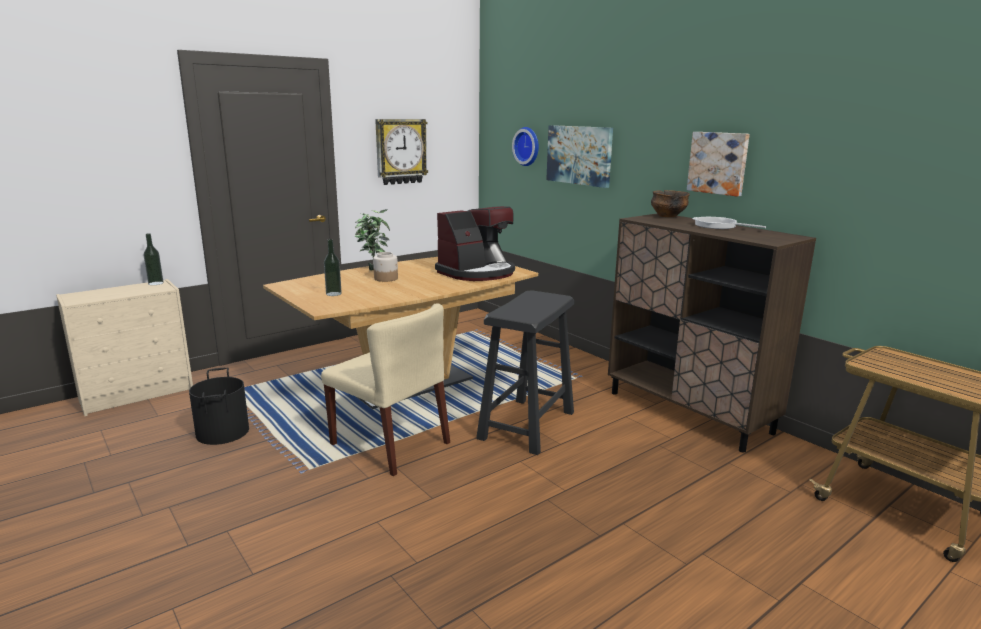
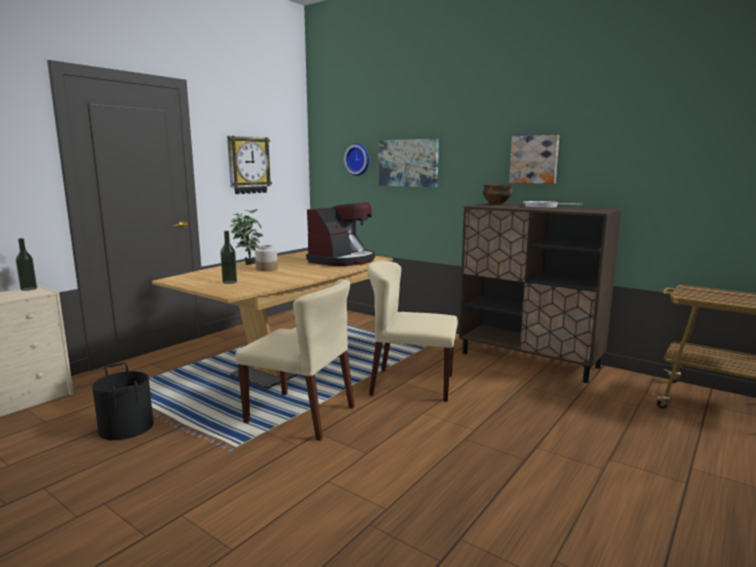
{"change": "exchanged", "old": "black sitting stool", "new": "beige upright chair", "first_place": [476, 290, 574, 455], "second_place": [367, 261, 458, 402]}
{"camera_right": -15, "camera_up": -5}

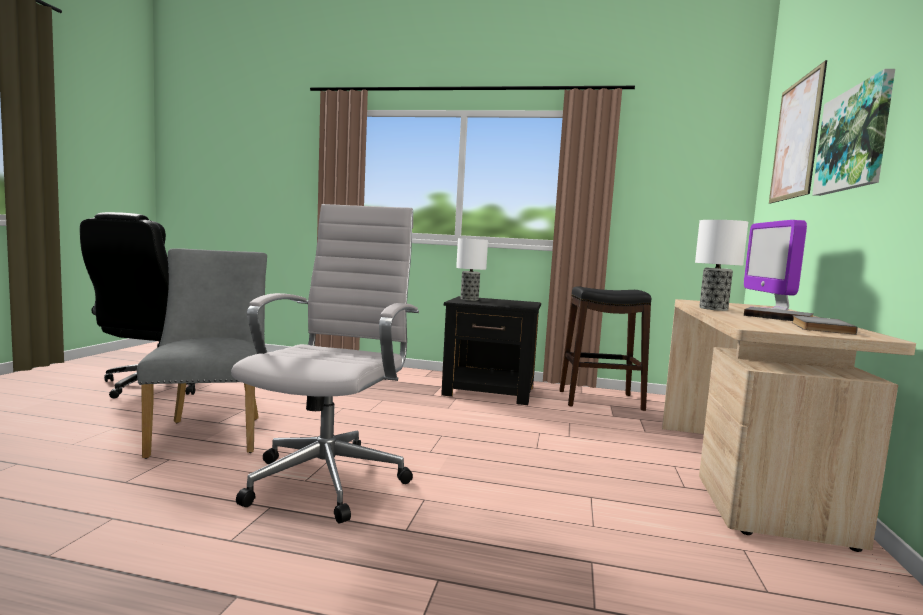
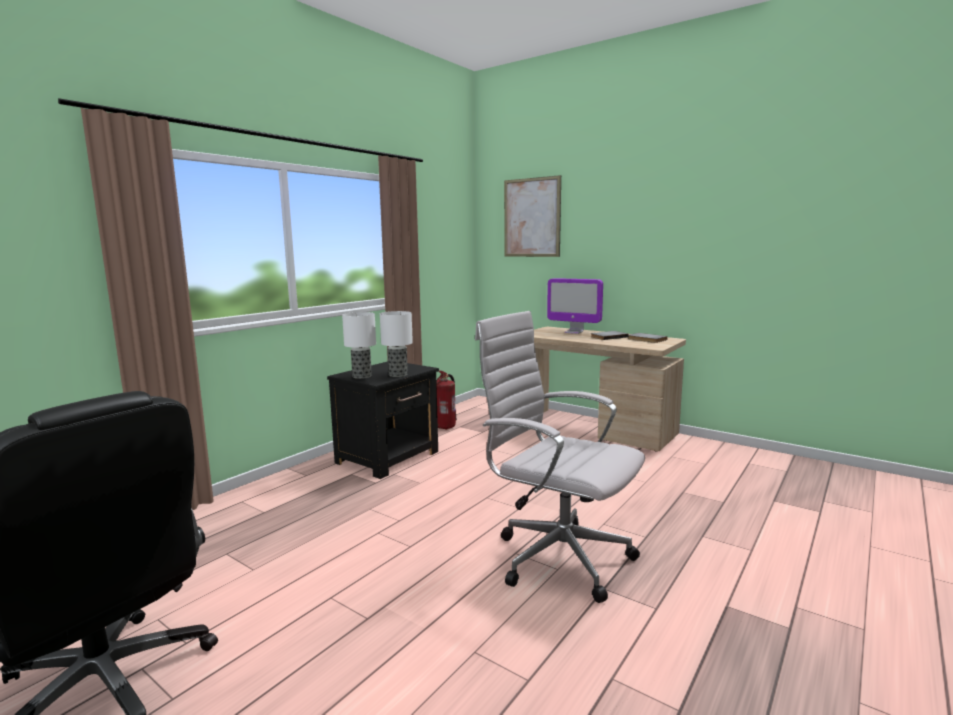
{"change": "relocated", "old": "tabletop lamp", "first_place": [695, 220, 748, 311], "second_place": [380, 311, 413, 377]}
{"change": "exchanged", "old": "black sitting stool", "new": "fire-fighting cylinder", "first_place": [559, 286, 651, 411], "second_place": [436, 371, 457, 430]}
{"change": "missing", "old": "greyish upright chair", "first_place": [137, 248, 267, 459]}
{"change": "missing", "old": "wall picture", "first_place": [812, 69, 895, 196]}
{"camera_right": -65, "camera_up": 5}

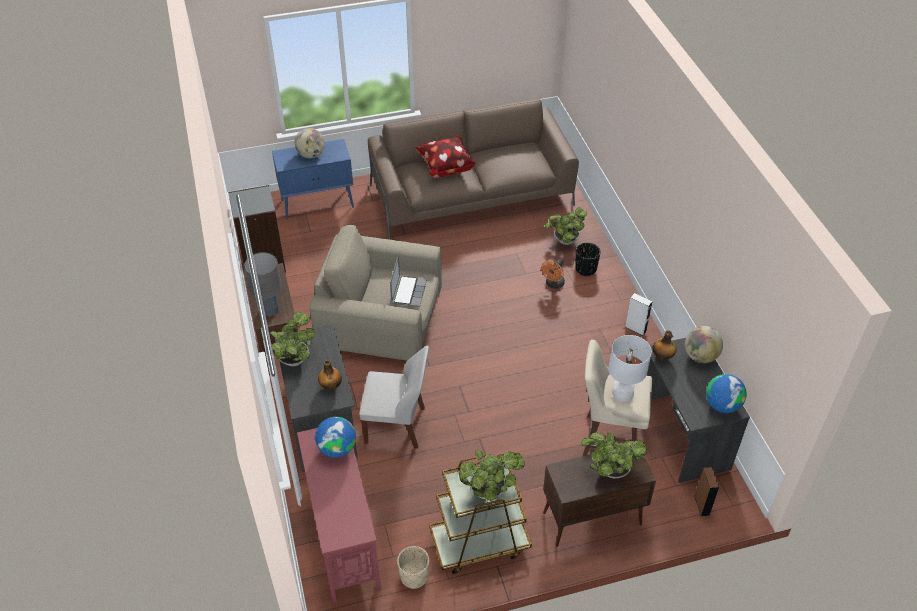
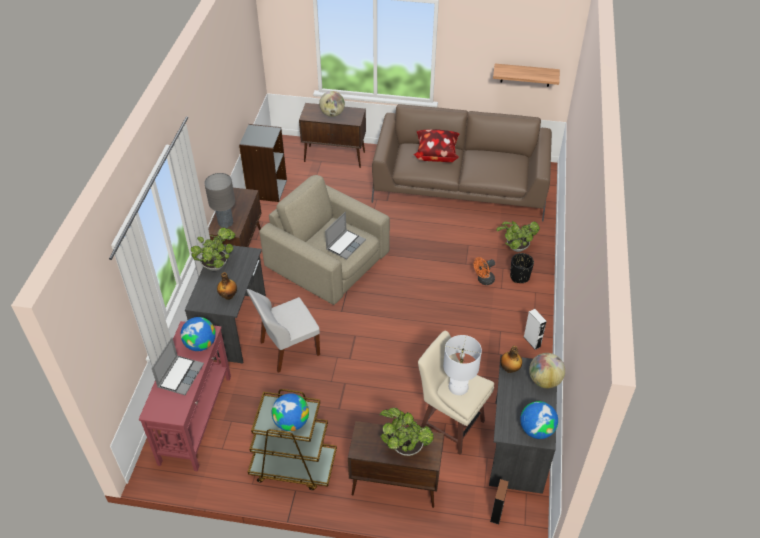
{"change": "appeared", "new": "portable computer", "second_place": [151, 337, 204, 395]}
{"change": "spun", "old": "white-coloured upright chair", "first_place": [359, 346, 429, 449], "second_place": [247, 289, 320, 373], "degrees": 120}
{"change": "exchanged", "old": "houseplant", "new": "globe", "first_place": [459, 450, 525, 501], "second_place": [272, 393, 309, 431]}
{"change": "colour", "old": "blue-coloured cupboard", "new": "brown cupboard", "first_place": [272, 139, 354, 220], "second_place": [299, 103, 366, 168]}
{"change": "appeared", "new": "bracket shelf", "second_place": [493, 64, 560, 87]}
{"change": "missing", "old": "beige flower pot", "first_place": [397, 546, 429, 589]}
{"camera_right": 25, "camera_up": 0}

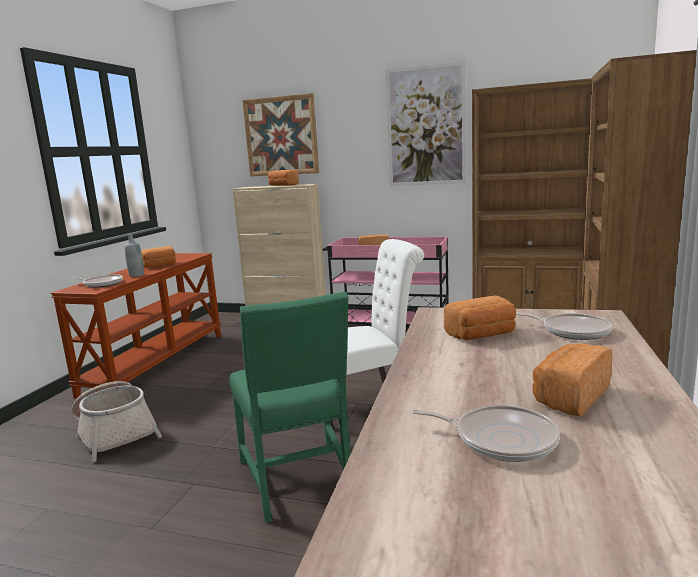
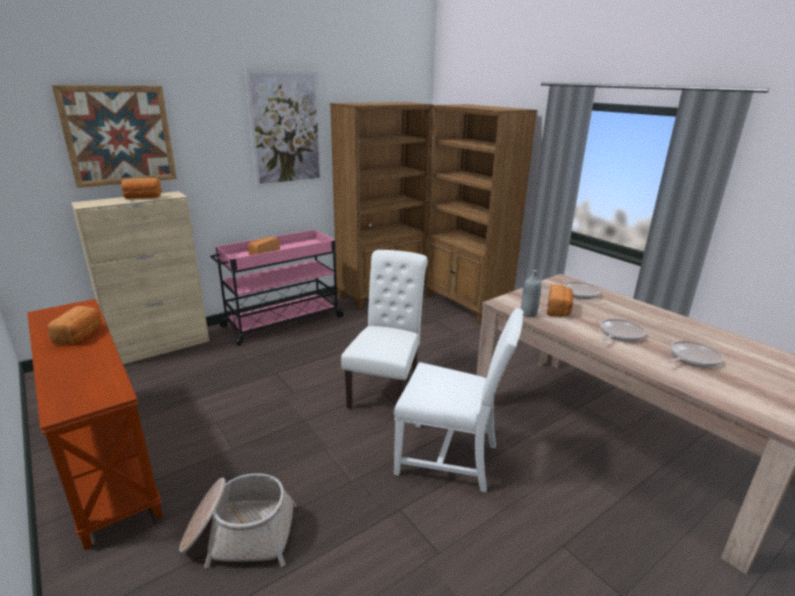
{"change": "colour", "old": "green-coloured upright chair", "new": "white-coloured upright chair", "first_place": [229, 292, 351, 523], "second_place": [394, 308, 524, 492]}
{"change": "relocated", "old": "greyish beverage bottle", "first_place": [125, 234, 144, 277], "second_place": [521, 270, 541, 317]}
{"change": "relocated", "old": "frying pan", "first_place": [70, 275, 123, 288], "second_place": [600, 319, 646, 342]}
{"change": "missing", "old": "bread", "first_place": [533, 343, 612, 416]}
{"camera_right": -55, "camera_up": 10}

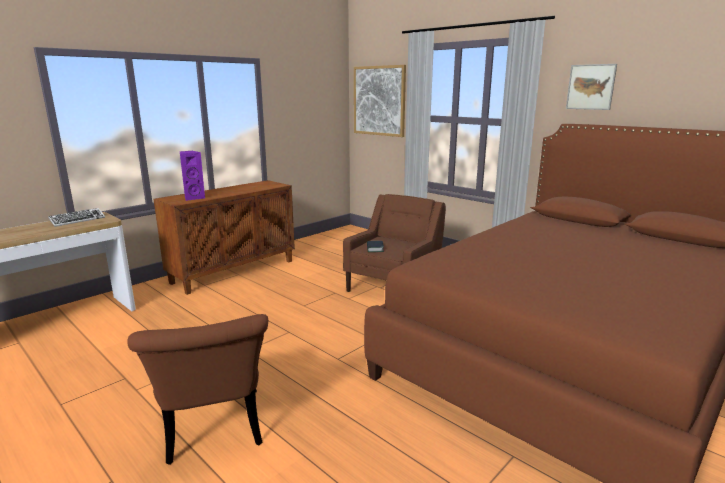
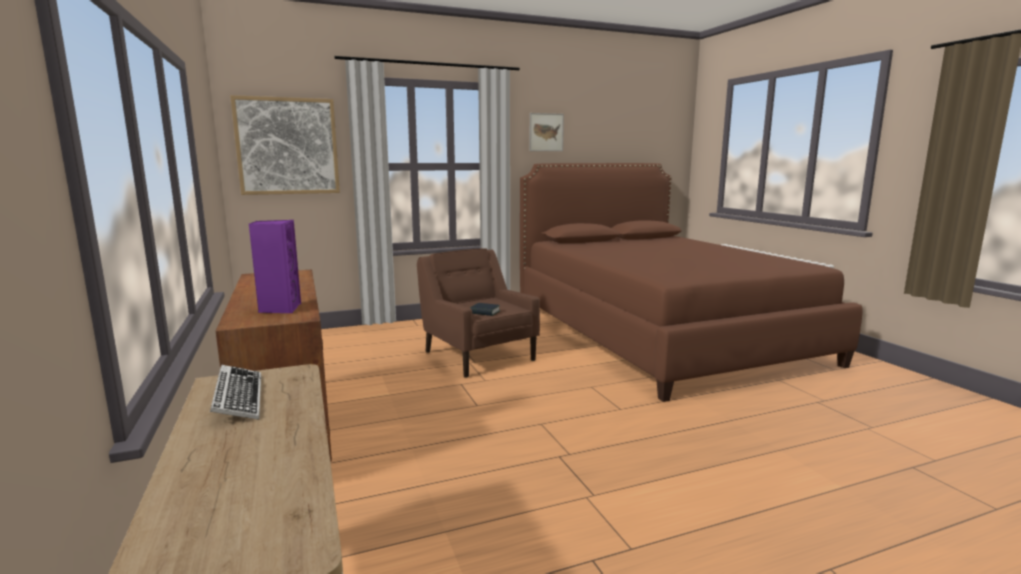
{"change": "missing", "old": "brown upright chair", "first_place": [127, 314, 268, 465]}
{"camera_right": -65, "camera_up": -5}

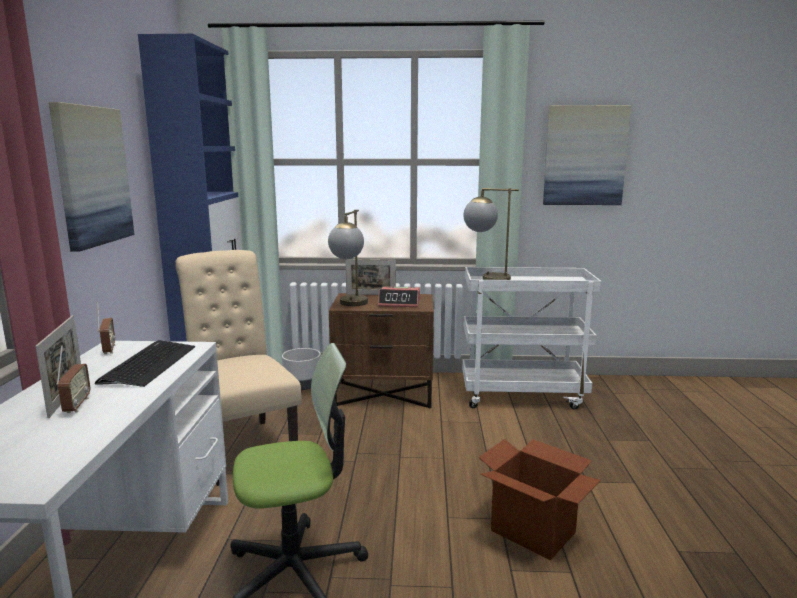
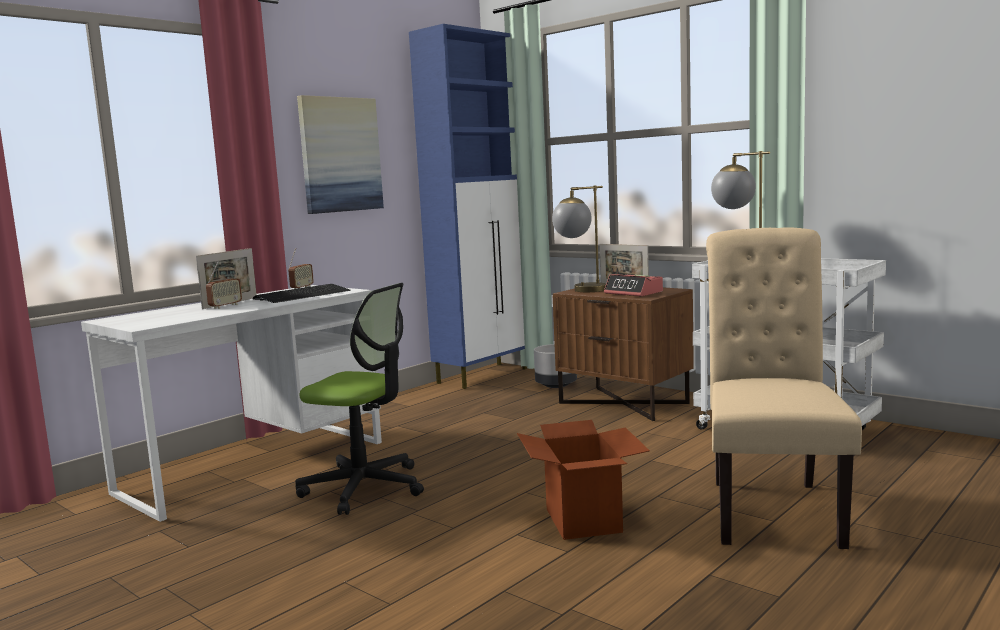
{"change": "relocated", "old": "beige upright chair", "first_place": [175, 250, 301, 486], "second_place": [706, 227, 862, 549]}
{"change": "missing", "old": "wall picture", "first_place": [543, 105, 631, 205]}
{"camera_right": 40, "camera_up": -5}

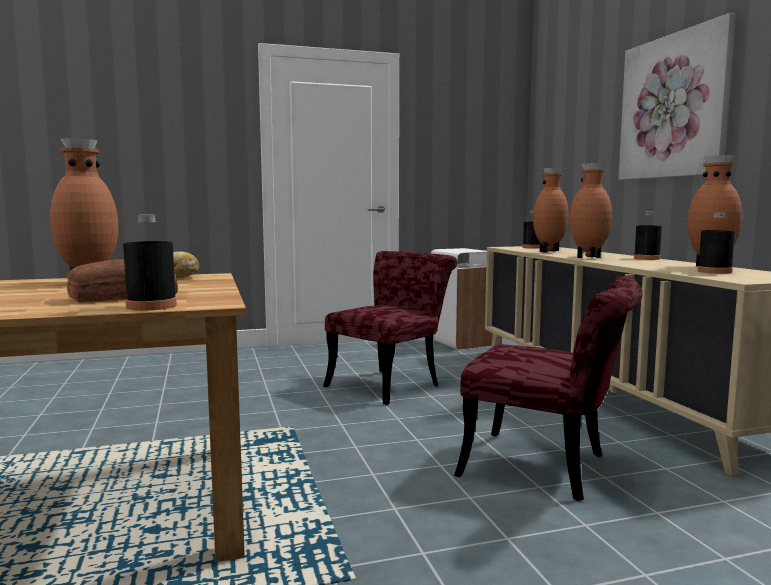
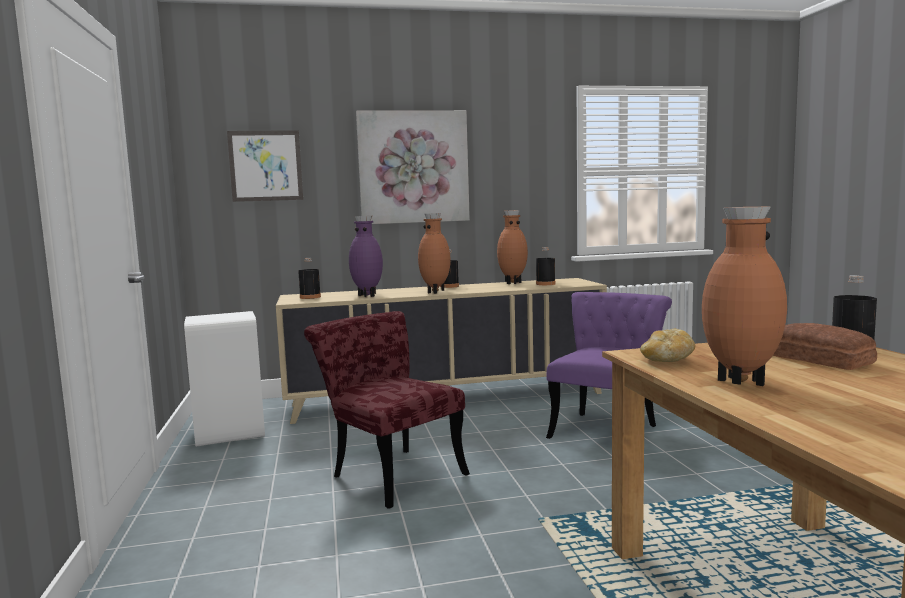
{"change": "appeared", "new": "wall picture", "second_place": [227, 130, 303, 202]}
{"change": "colour", "old": "brown decorative vase", "new": "purplish decorative vase", "first_place": [533, 168, 569, 253], "second_place": [349, 216, 383, 297]}
{"change": "colour", "old": "red-coloured upright chair", "new": "purplish upright chair", "first_place": [454, 276, 643, 501], "second_place": [546, 292, 672, 439]}
{"camera_right": -85, "camera_up": 0}

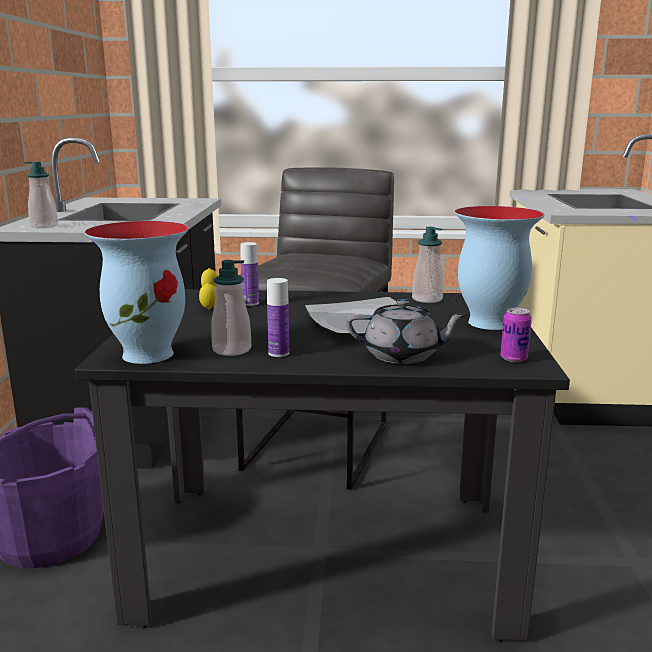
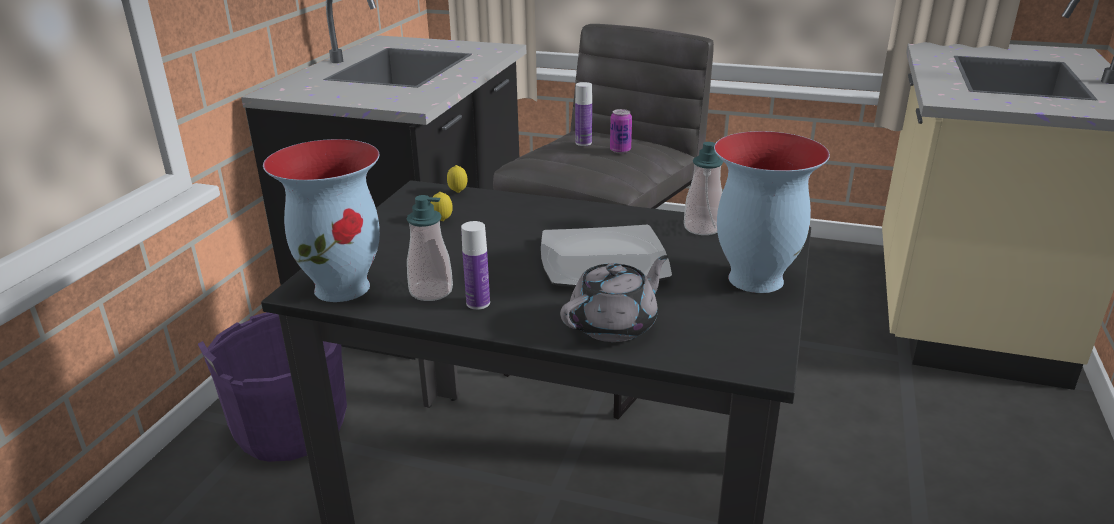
{"change": "spun", "old": "greyish teapot", "first_place": [346, 299, 468, 364], "second_place": [560, 255, 668, 342], "degrees": -60}
{"change": "relocated", "old": "beverage bottle", "first_place": [240, 242, 259, 306], "second_place": [575, 82, 592, 146]}
{"change": "relocated", "old": "can", "first_place": [501, 307, 532, 362], "second_place": [610, 109, 632, 153]}
{"change": "missing", "old": "soap dispenser", "first_place": [24, 162, 58, 228]}
{"camera_right": 15, "camera_up": 10}

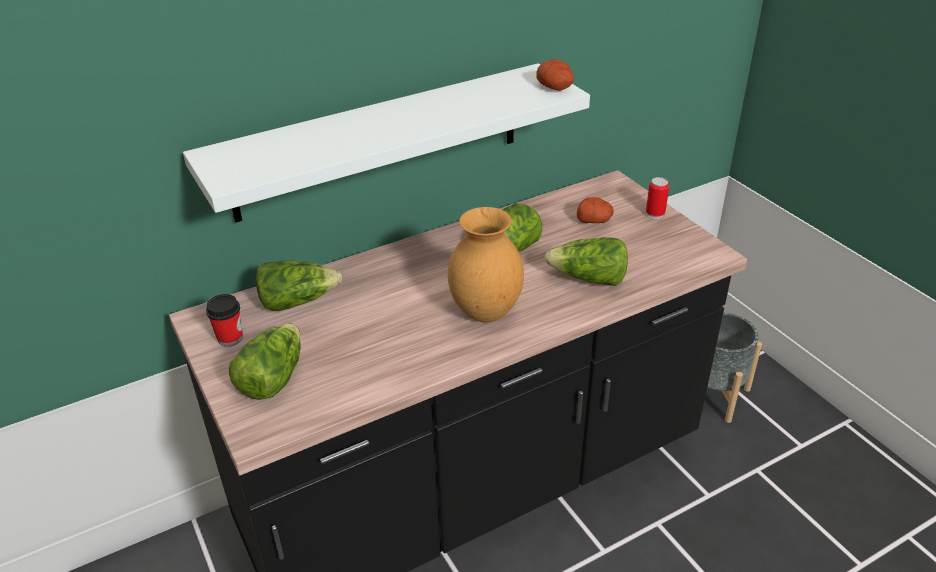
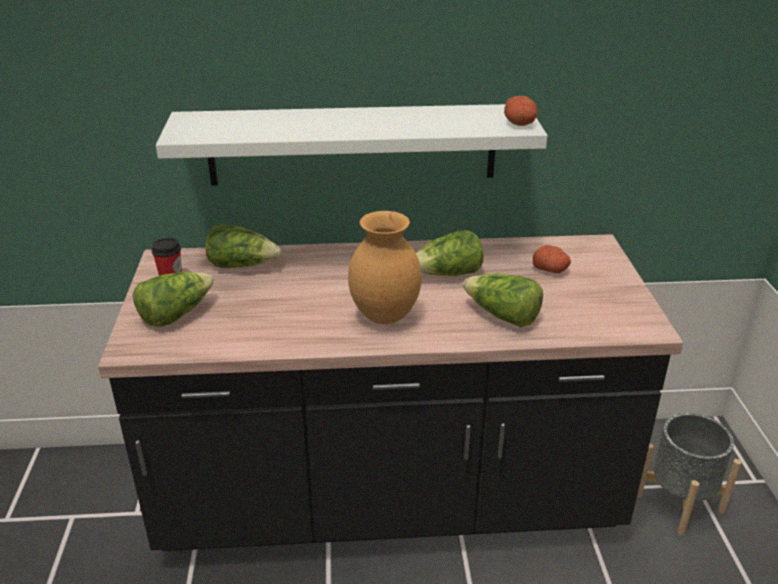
{"change": "missing", "old": "can", "first_place": [646, 177, 669, 219]}
{"camera_right": 25, "camera_up": -5}

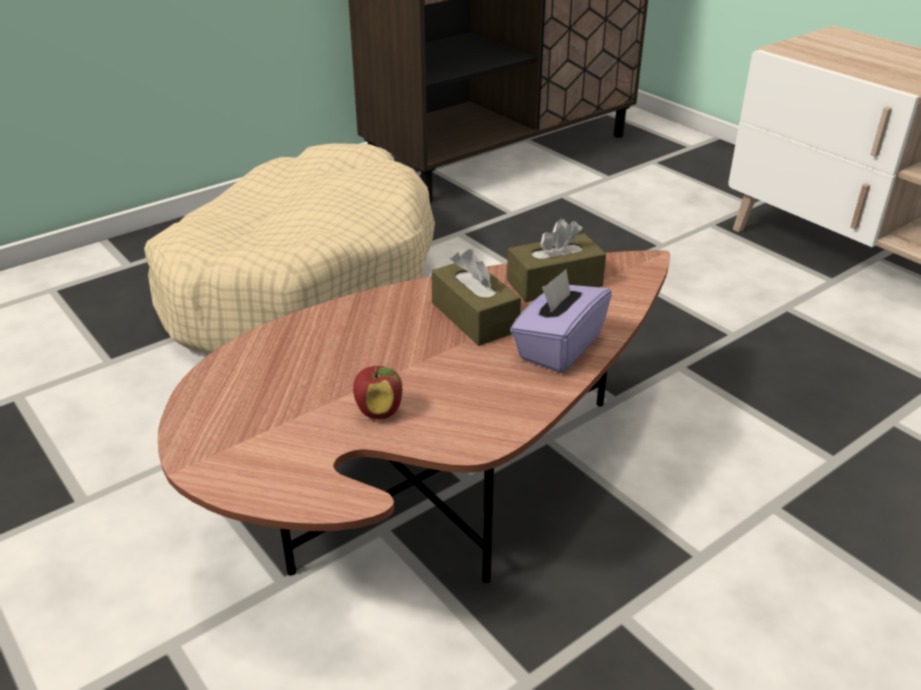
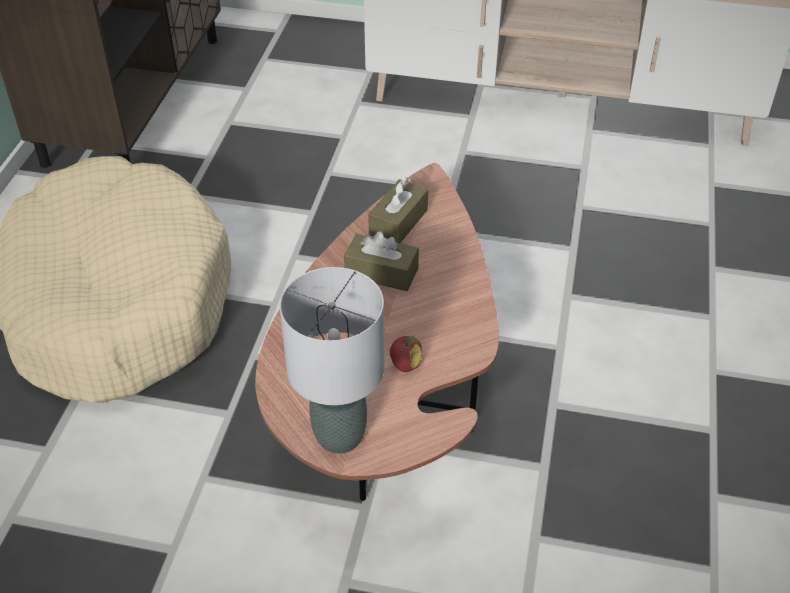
{"change": "appeared", "new": "greyish tabletop lamp", "second_place": [280, 267, 385, 454]}
{"change": "missing", "old": "purplish tissue box", "first_place": [510, 269, 612, 373]}
{"camera_right": -40, "camera_up": 10}

